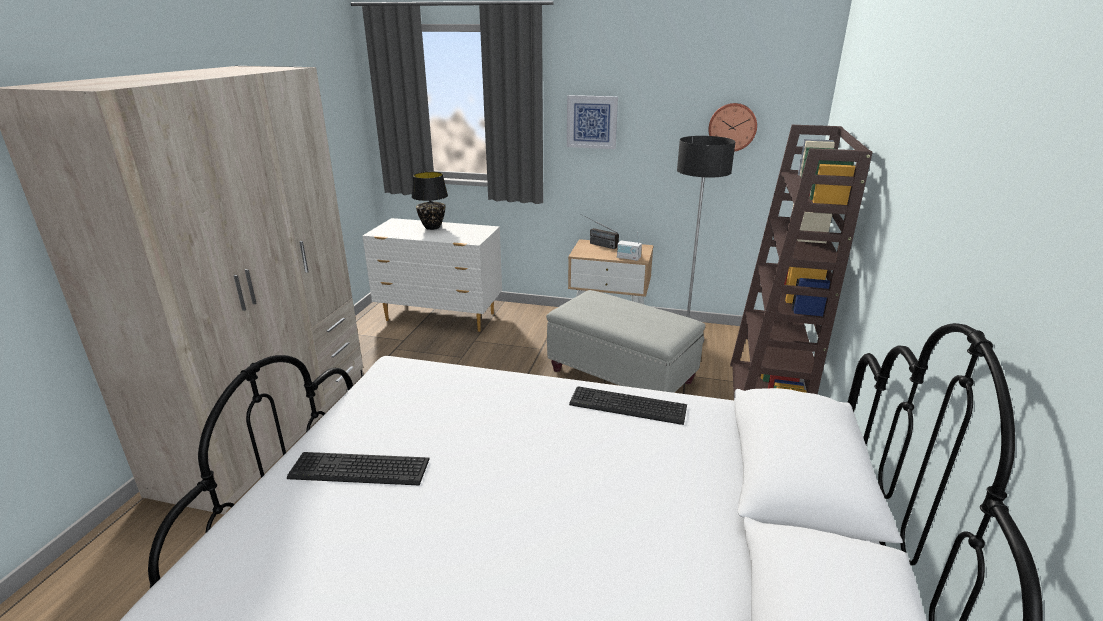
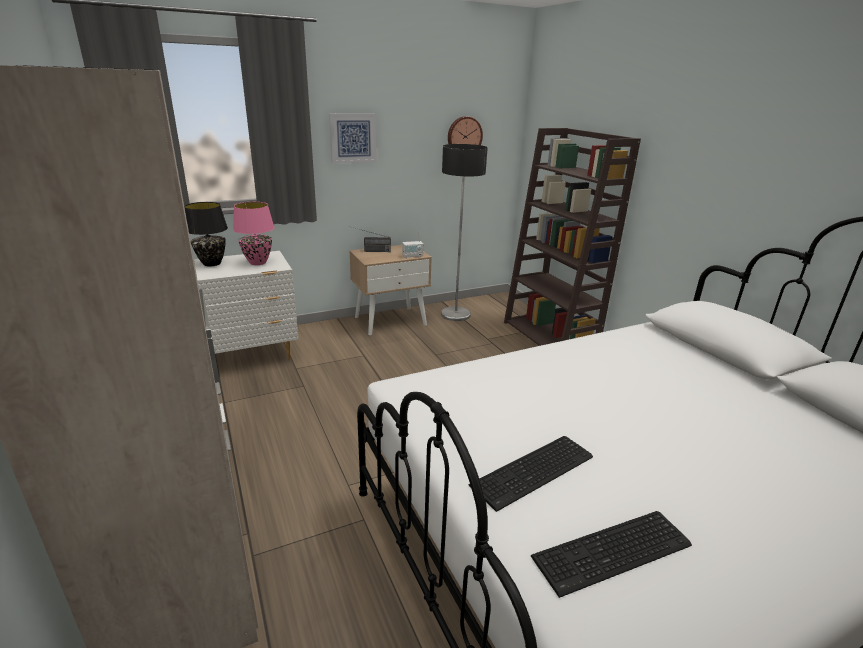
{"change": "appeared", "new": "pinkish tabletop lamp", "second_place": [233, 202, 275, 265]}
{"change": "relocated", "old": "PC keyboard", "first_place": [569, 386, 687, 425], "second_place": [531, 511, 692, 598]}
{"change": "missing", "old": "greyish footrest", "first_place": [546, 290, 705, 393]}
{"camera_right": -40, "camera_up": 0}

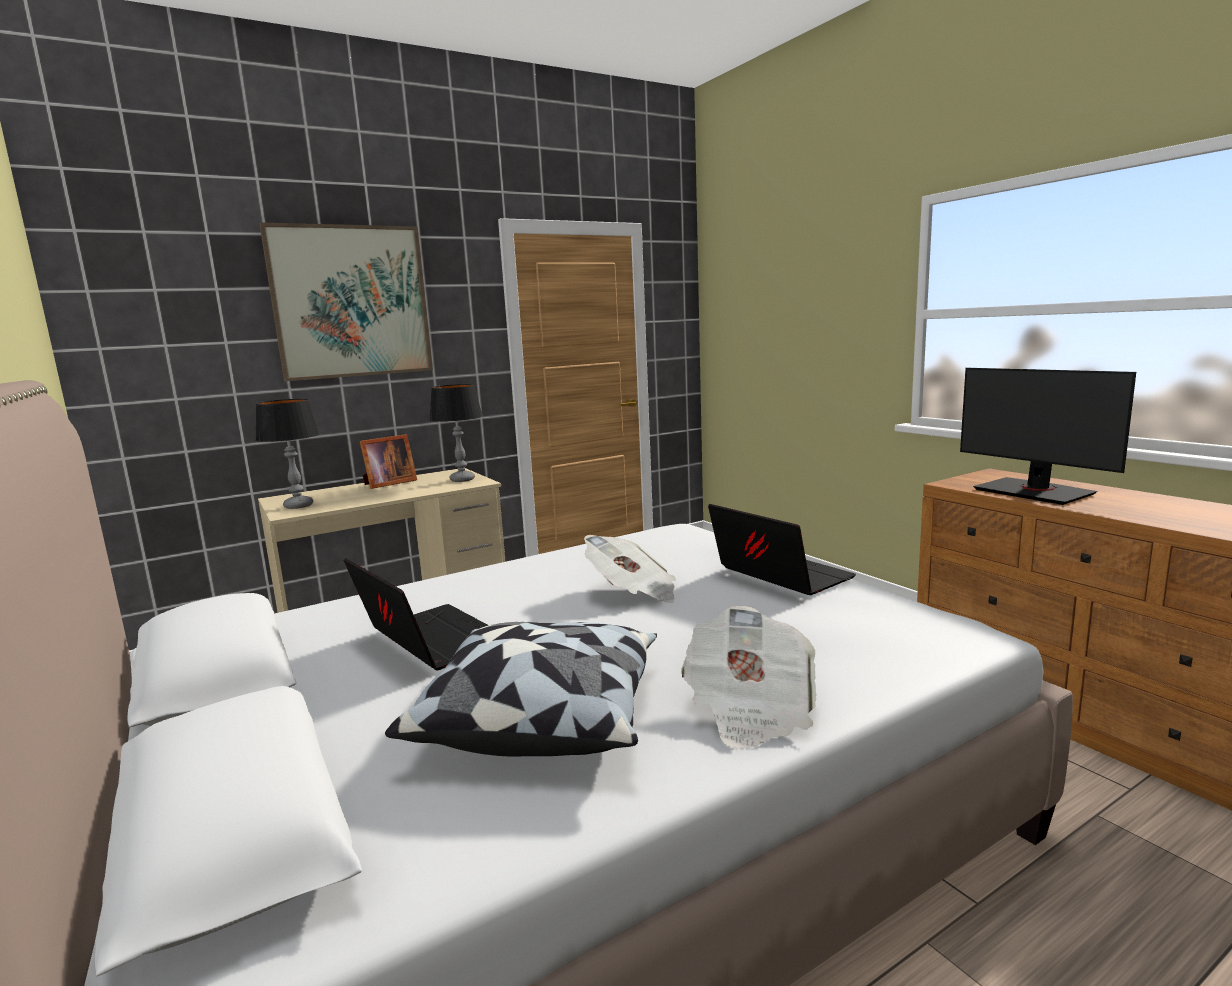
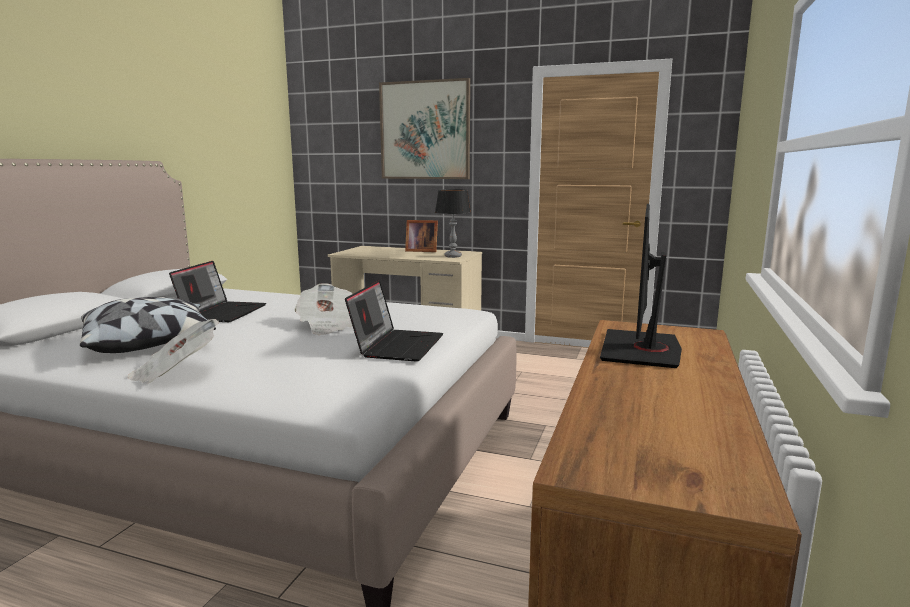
{"change": "missing", "old": "tabletop lamp", "first_place": [255, 399, 319, 509]}
{"camera_right": 50, "camera_up": 0}

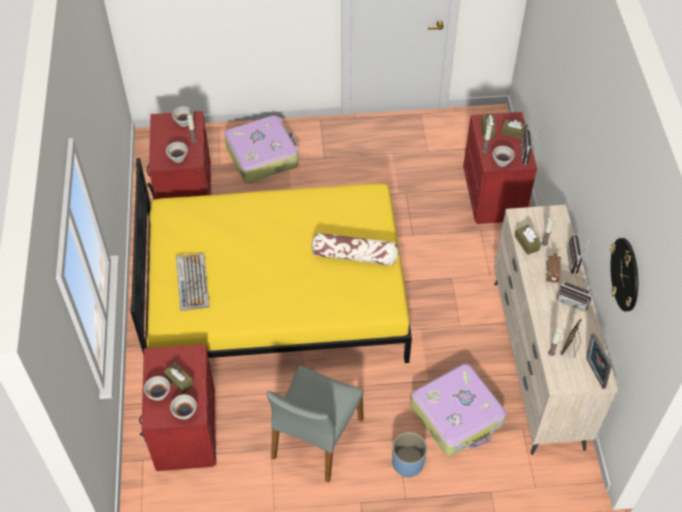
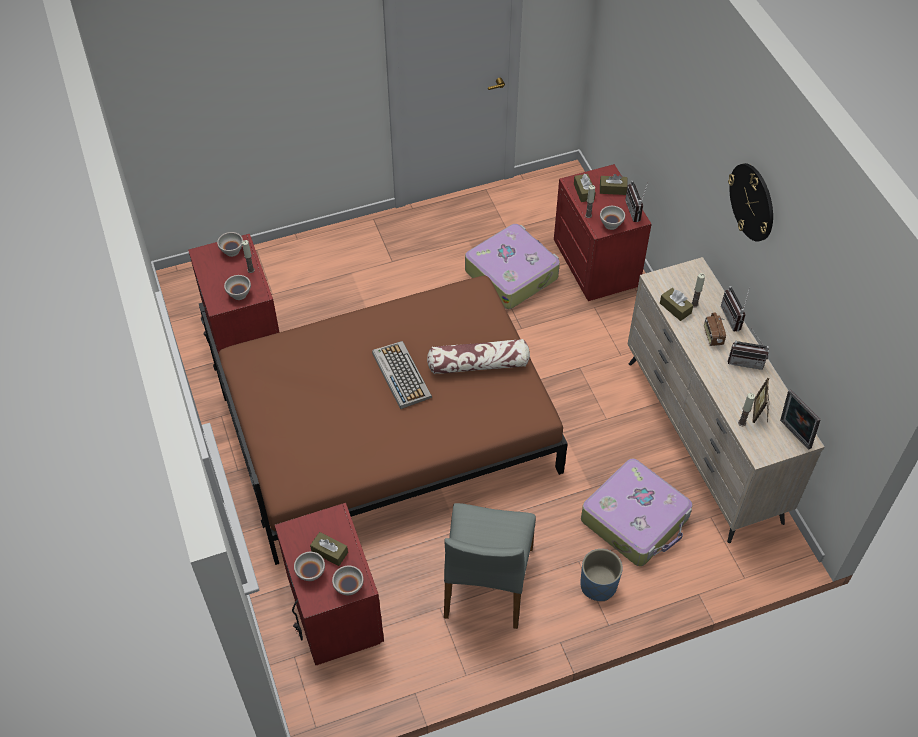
{"change": "colour", "old": "yellowish sleeping bed", "new": "brown sleeping bed", "first_place": [131, 158, 412, 363], "second_place": [199, 276, 568, 565]}
{"change": "relocated", "old": "PC keyboard", "first_place": [176, 253, 210, 311], "second_place": [372, 341, 432, 409]}
{"change": "relocated", "old": "travel case", "first_place": [224, 115, 299, 183], "second_place": [465, 224, 560, 309]}
{"change": "relocated", "old": "clock on the wall", "first_place": [610, 238, 638, 311], "second_place": [728, 163, 773, 242]}
{"camera_right": -15, "camera_up": 0}

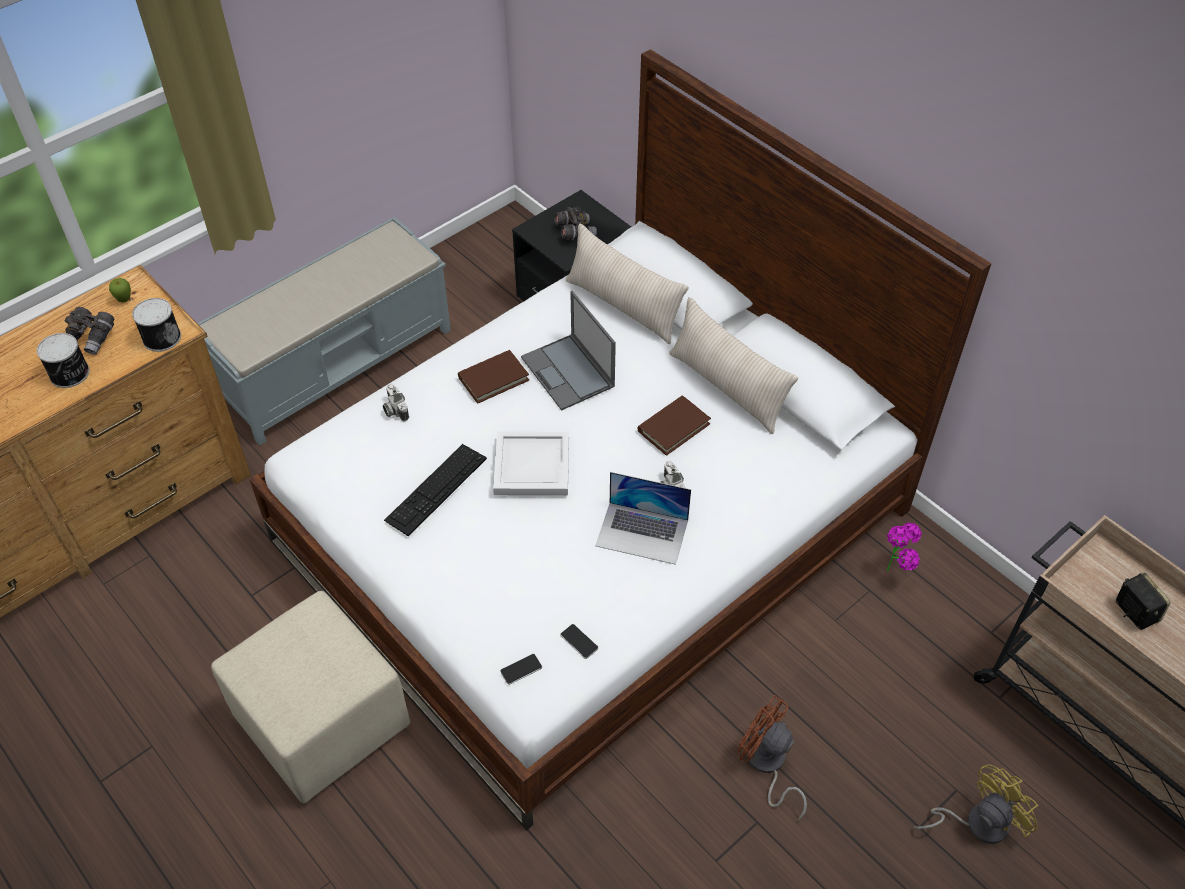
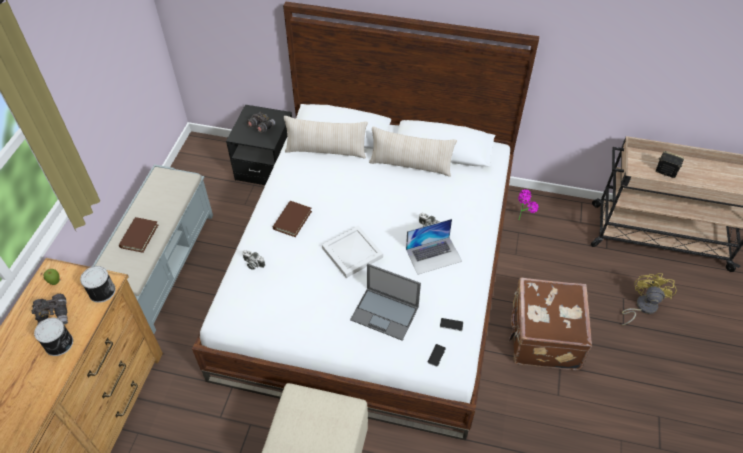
{"change": "relocated", "old": "brown volume", "first_place": [638, 395, 711, 456], "second_place": [119, 217, 158, 253]}
{"change": "relocated", "old": "portable computer", "first_place": [521, 291, 616, 411], "second_place": [350, 263, 421, 341]}
{"change": "exchanged", "old": "brown cooling fan", "new": "brown travel case", "first_place": [738, 695, 807, 820], "second_place": [509, 278, 592, 370]}
{"change": "missing", "old": "PC keyboard", "first_place": [384, 444, 487, 537]}
{"camera_right": -35, "camera_up": 0}

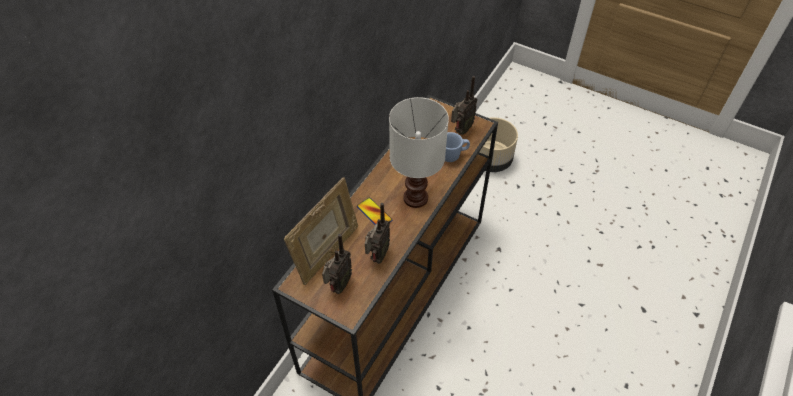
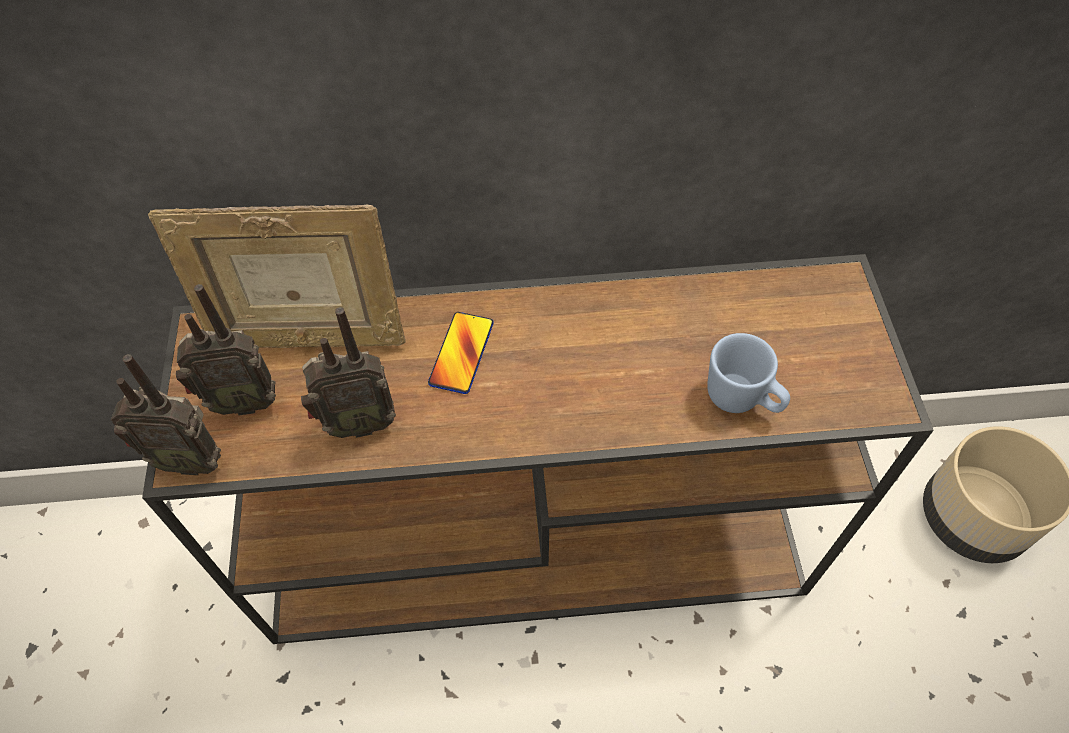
{"change": "relocated", "old": "radio receiver", "first_place": [451, 76, 477, 135], "second_place": [111, 354, 221, 475]}
{"change": "missing", "old": "white-coloured tabletop lamp", "first_place": [389, 97, 449, 208]}
{"camera_right": 55, "camera_up": 5}

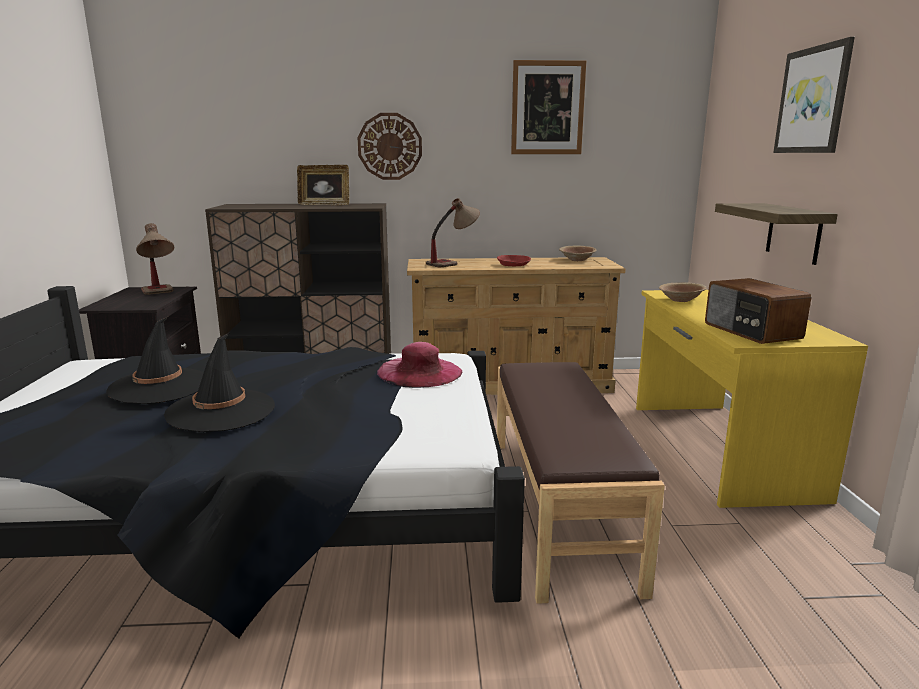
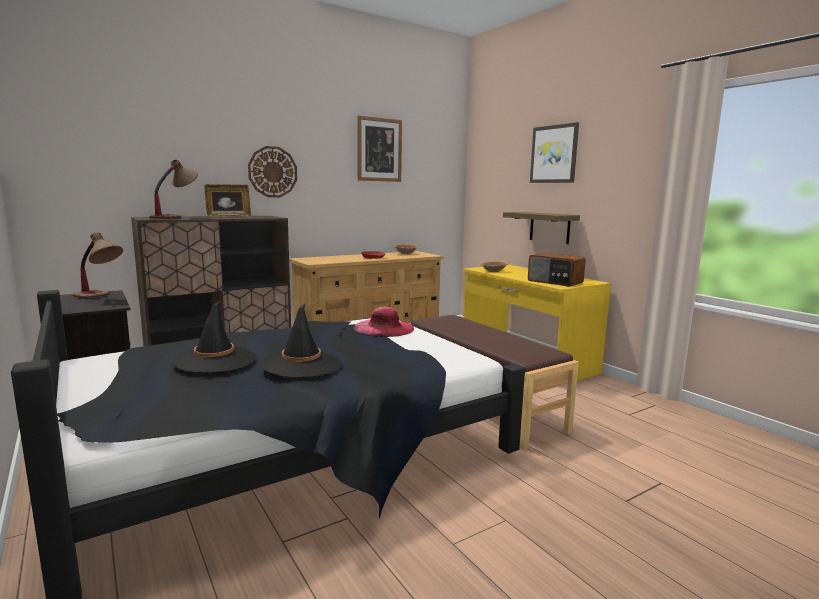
{"change": "relocated", "old": "tabletop lamp", "first_place": [426, 198, 480, 267], "second_place": [150, 159, 198, 219]}
{"camera_right": -30, "camera_up": -5}

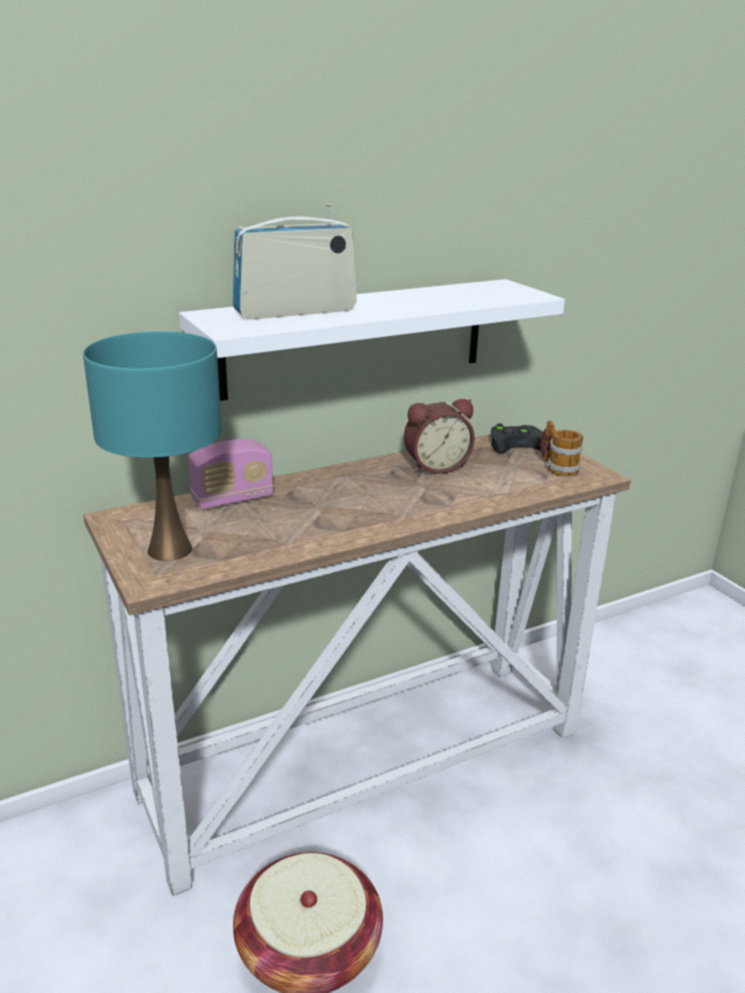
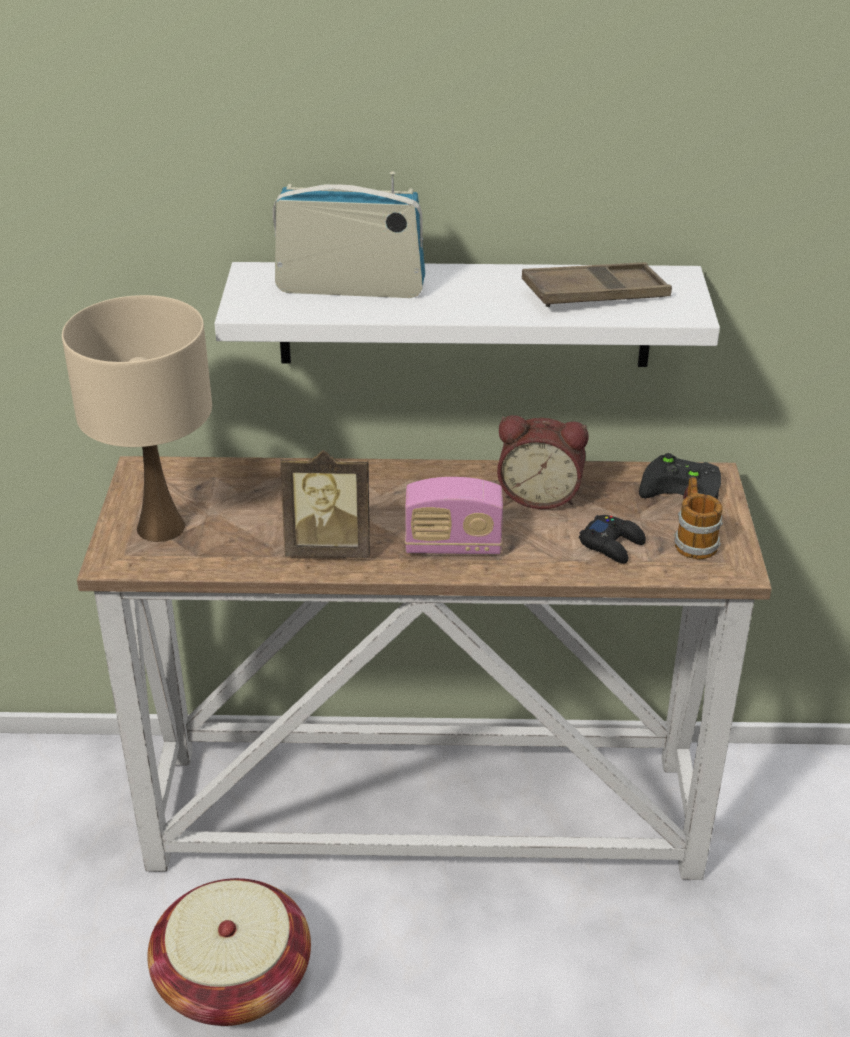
{"change": "colour", "old": "blue-green tabletop lamp", "new": "beige tabletop lamp", "first_place": [83, 331, 222, 561], "second_place": [62, 295, 212, 542]}
{"change": "appeared", "new": "standing frame", "second_place": [280, 450, 370, 558]}
{"change": "relocated", "old": "radio receiver", "first_place": [188, 439, 273, 509], "second_place": [405, 477, 503, 554]}
{"change": "appeared", "new": "brown carrying tray", "second_place": [522, 262, 672, 307]}
{"change": "appeared", "new": "black gamepad", "second_place": [579, 515, 646, 564]}
{"camera_right": 30, "camera_up": 10}

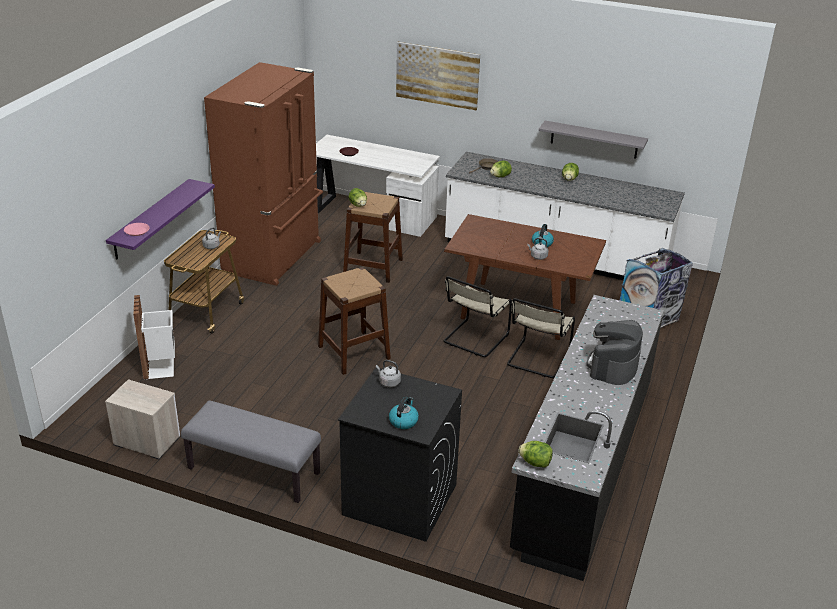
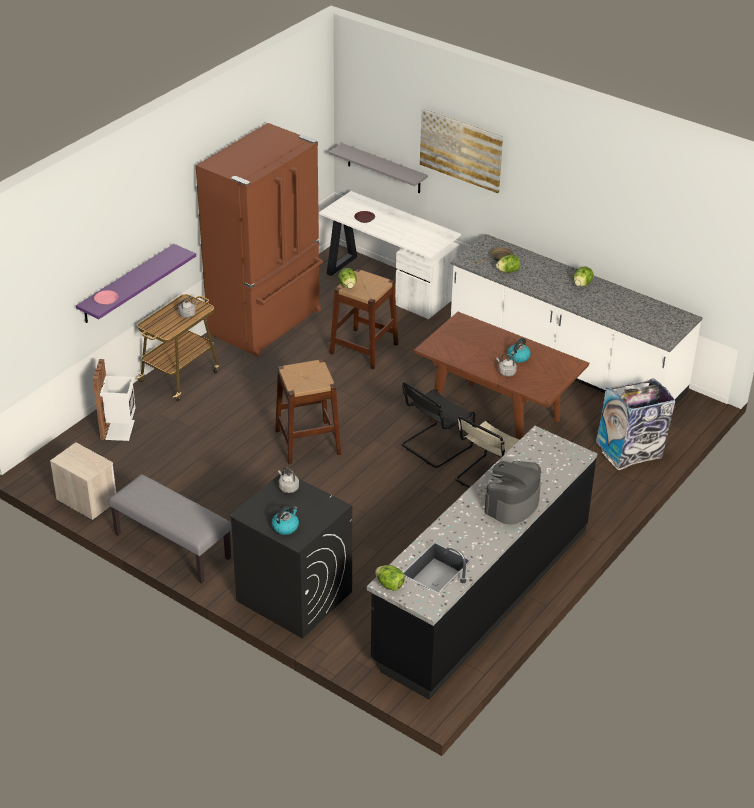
{"change": "relocated", "old": "greyish bracket shelf", "first_place": [539, 121, 648, 158], "second_place": [328, 143, 428, 193]}
{"change": "colour", "old": "beige upright chair", "new": "black upright chair", "first_place": [444, 276, 512, 357], "second_place": [401, 381, 475, 468]}
{"camera_right": 15, "camera_up": 5}

